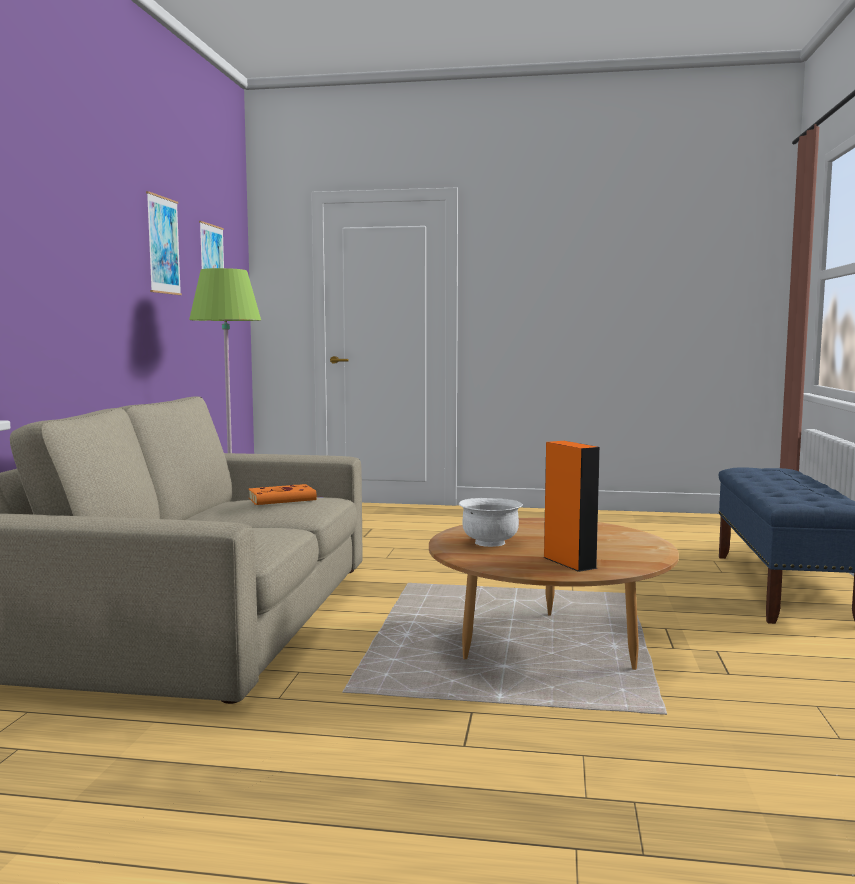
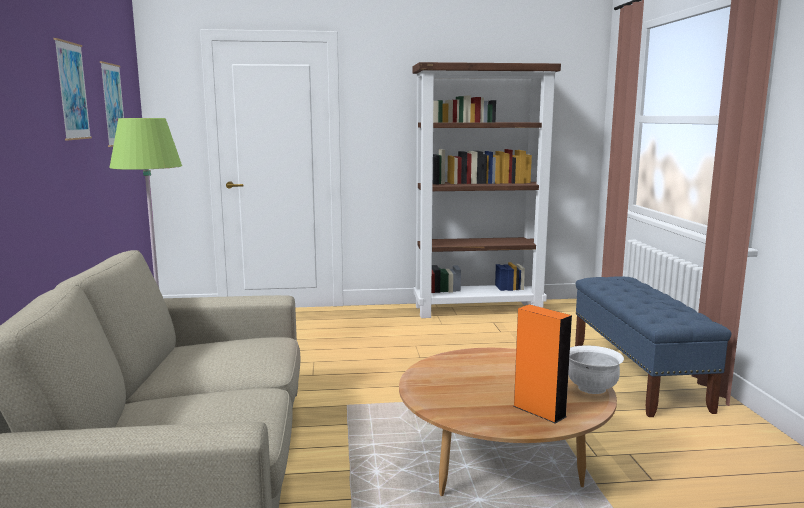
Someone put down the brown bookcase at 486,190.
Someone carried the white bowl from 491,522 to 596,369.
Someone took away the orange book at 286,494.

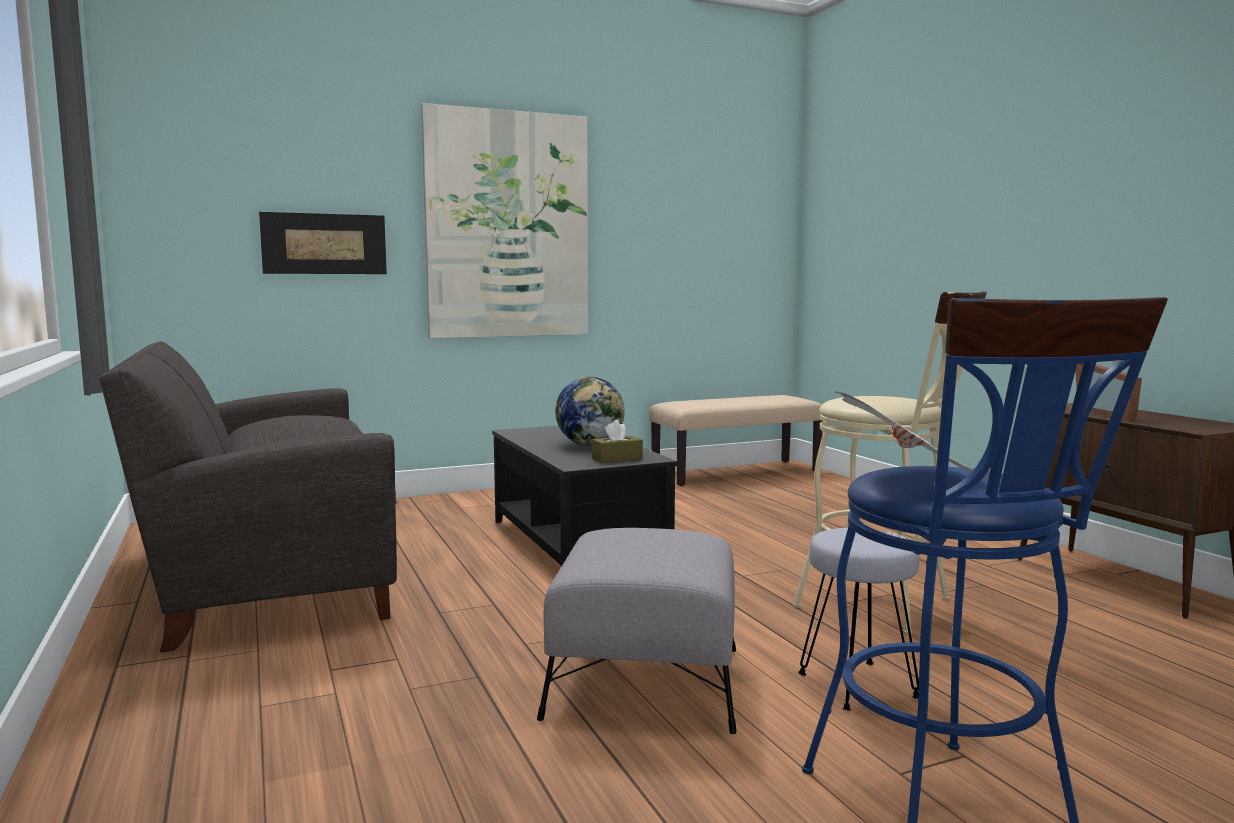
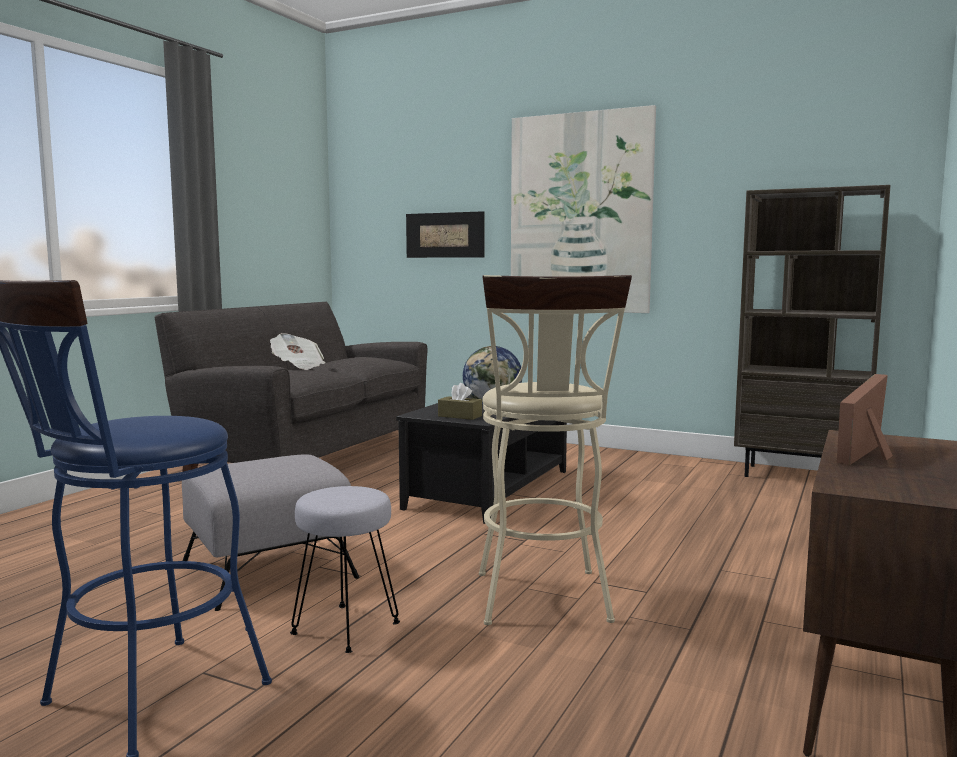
Someone carried the newspaper from 912,435 to 298,351.
Someone swapped the beige bench at 735,440 for the brown bookcase at 812,331.

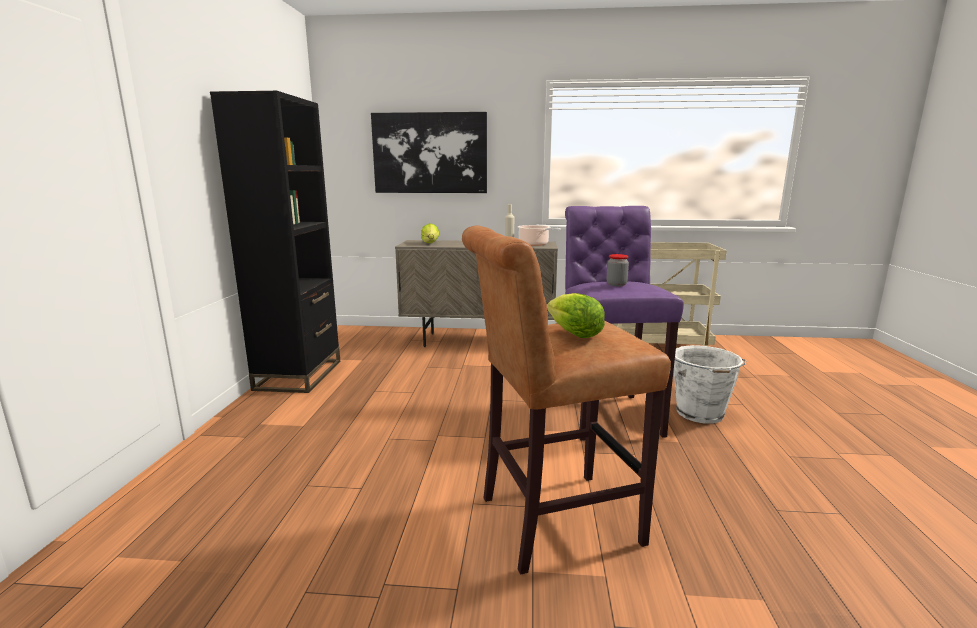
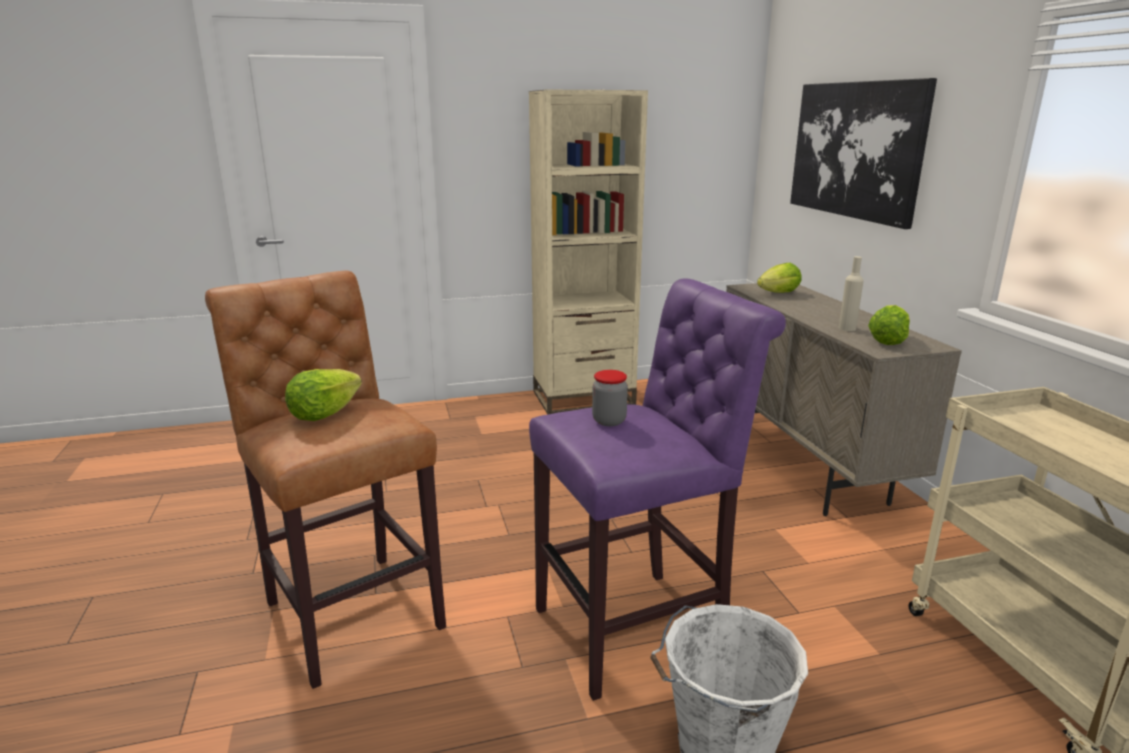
Someone repainted the black bookcase at 275,242, which became the beige bookcase at 588,252.
Someone swapped the cooking pot at 539,235 for the lettuce at 889,325.

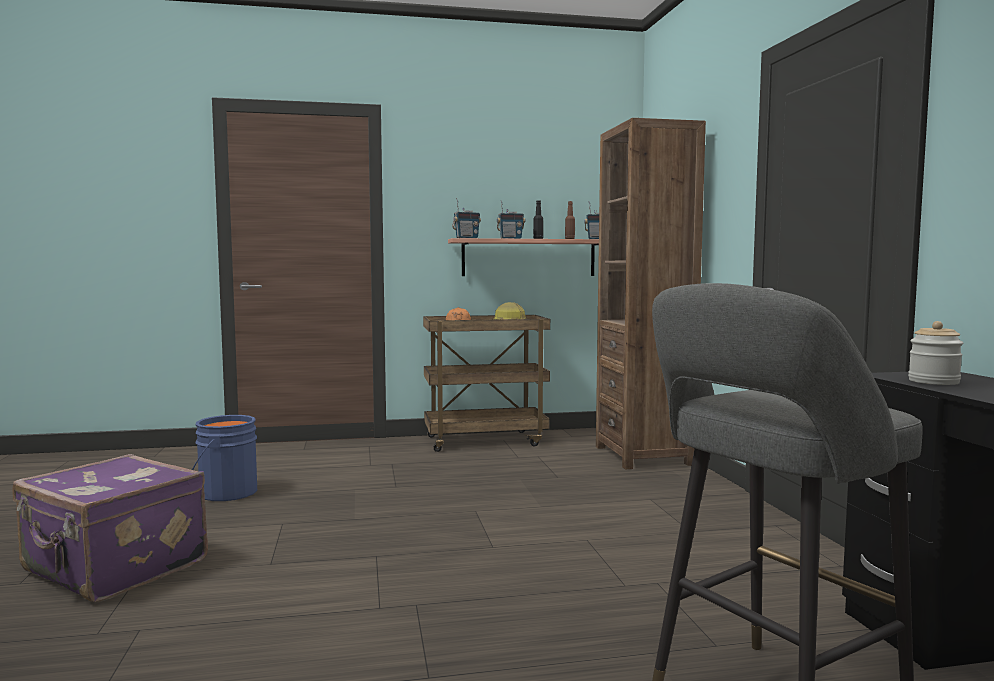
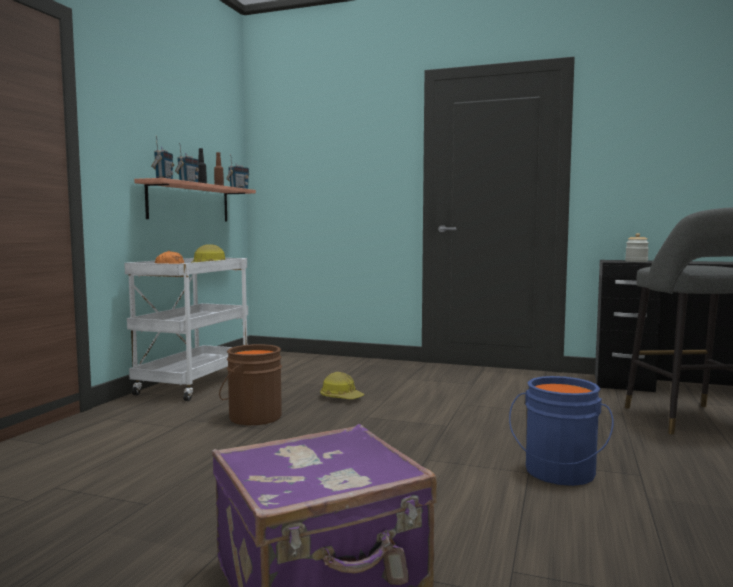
Someone repainted the brown cart at 486,383, which became the white cart at 186,329.
Someone put down the brown bucket at 250,384.
Someone put down the hard hat at 342,385.
Someone carried the blue bucket from 224,458 to 561,431.
Someone took away the brown bookcase at 651,293.

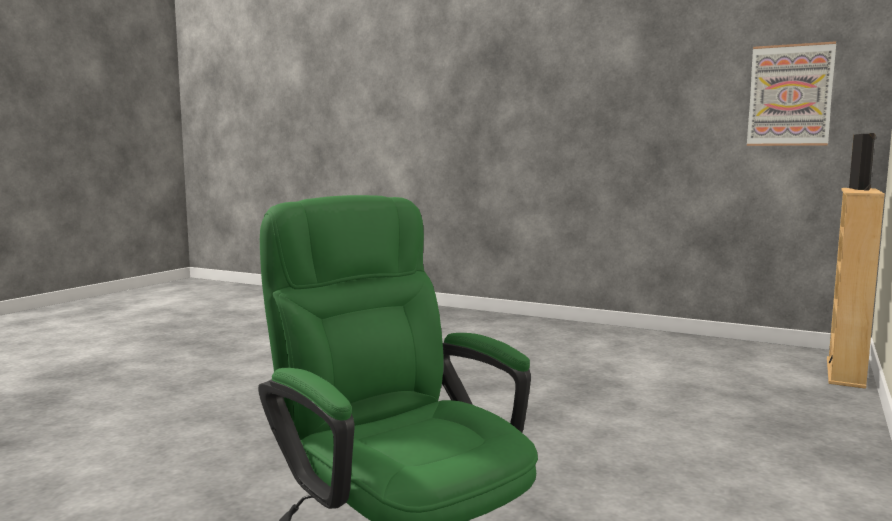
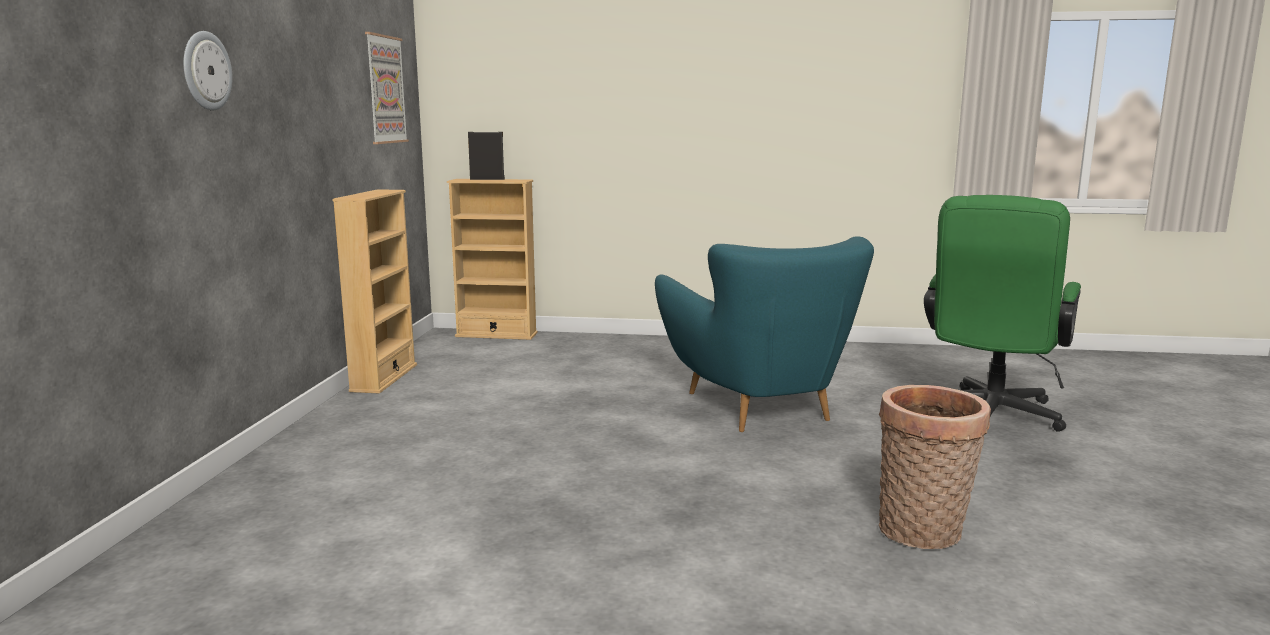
Someone put up the wall clock at 208,70.
Someone put down the beige bookcase at 374,291.
Someone put down the turquoise armchair at 764,334.
Someone put down the basket at 935,467.

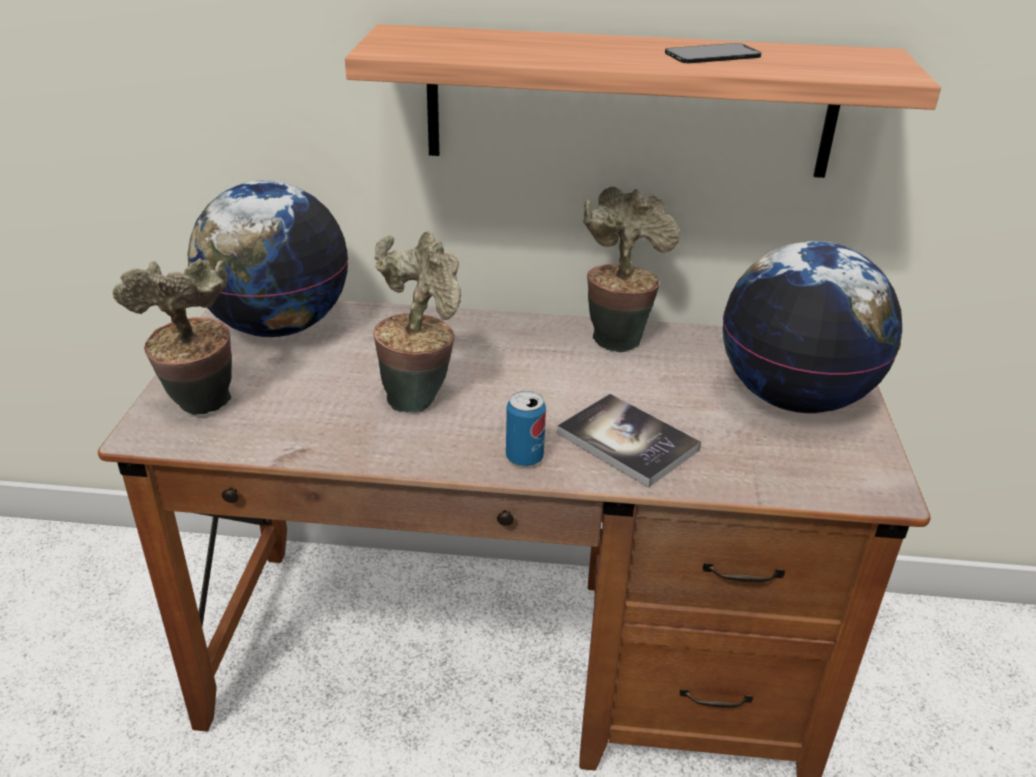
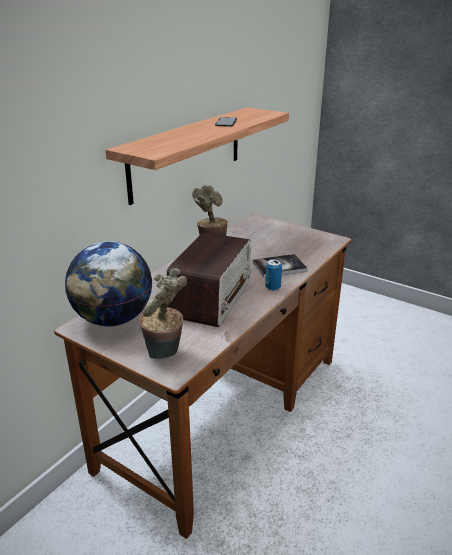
Someone swapped the potted plant at 417,322 for the radio at 209,279.
Someone took away the globe at 812,327.

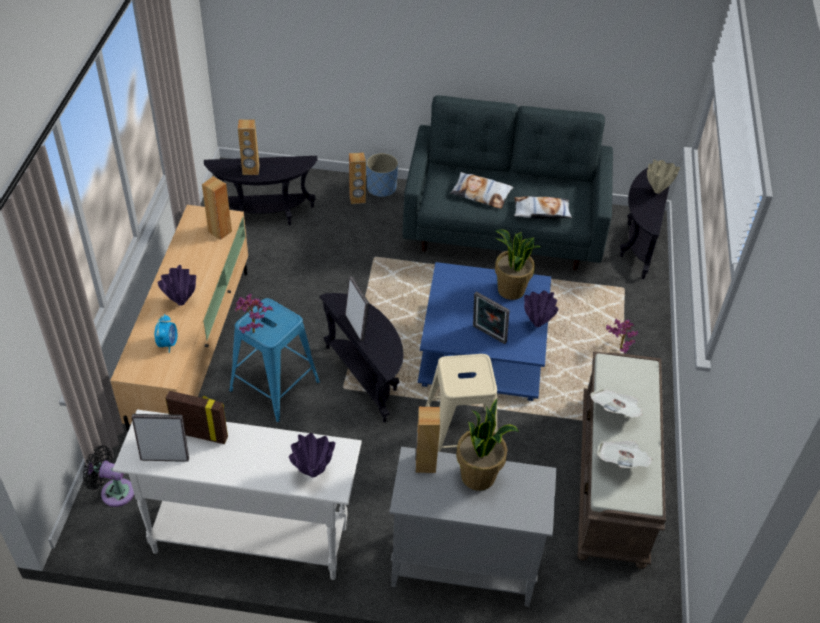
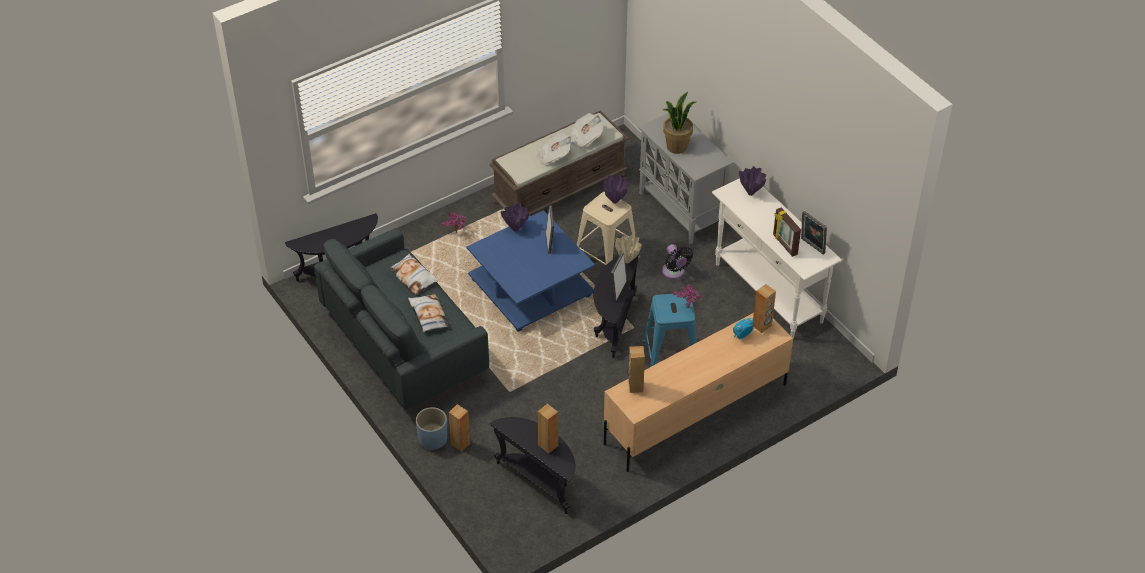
Someone carried the purple vase from 176,285 to 616,189.
Someone carried the beige vase from 663,177 to 628,249.
Someone carried the black fan from 108,476 to 677,261.
Someone carried the brown speaker from 427,440 to 764,308.
Someone took away the potted plant at 518,265.

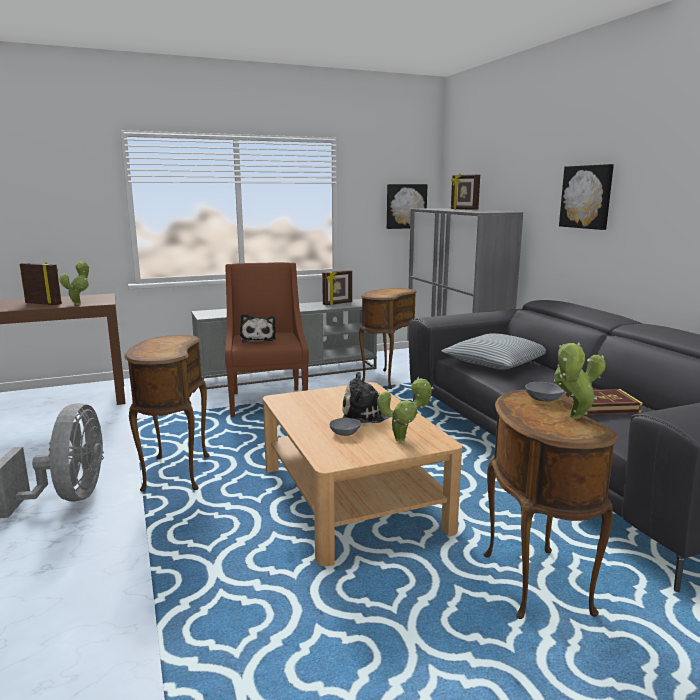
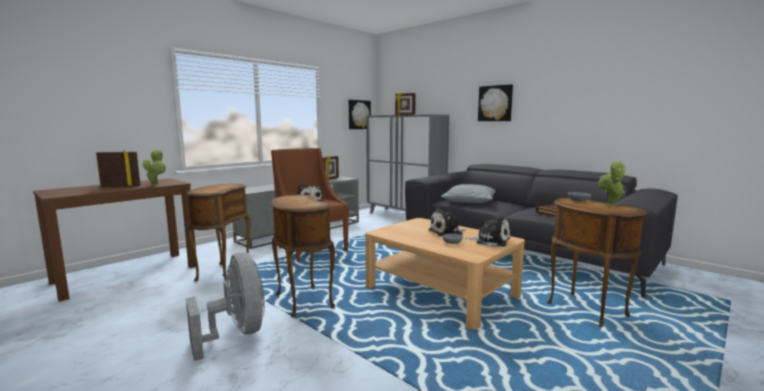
Someone carried the brown side table from 388,338 to 218,233.
Someone swapped the potted plant at 405,409 for the plush toy at 488,231.

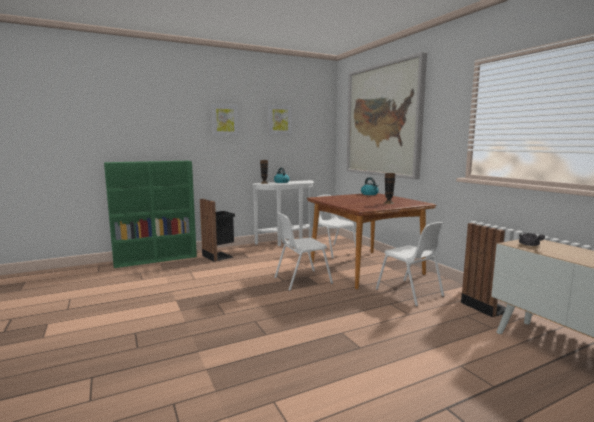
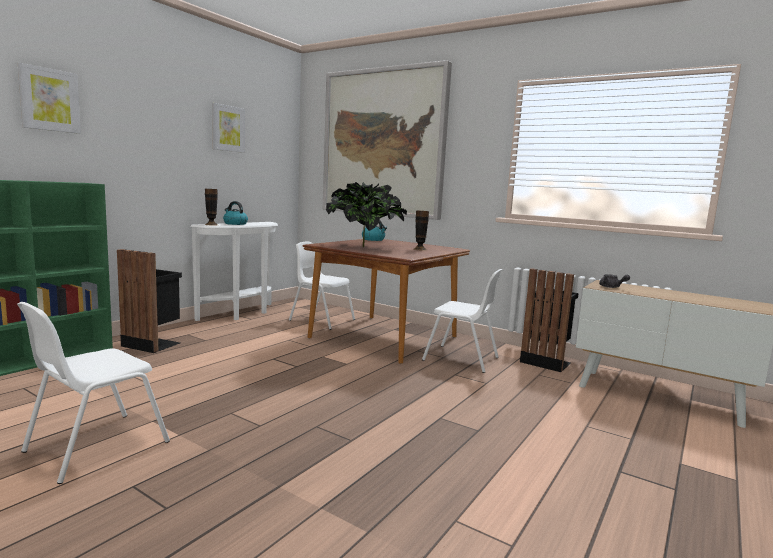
Someone carried the white chair from 303,252 to 93,393.
Someone carried the picture from 225,120 to 49,98.
Someone put down the potted plant at 366,214.

